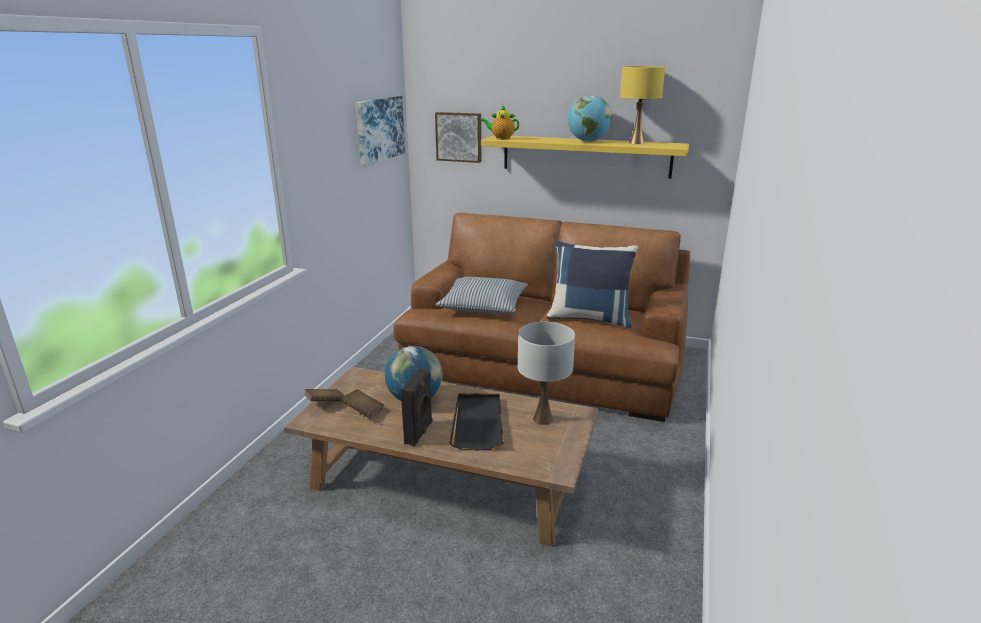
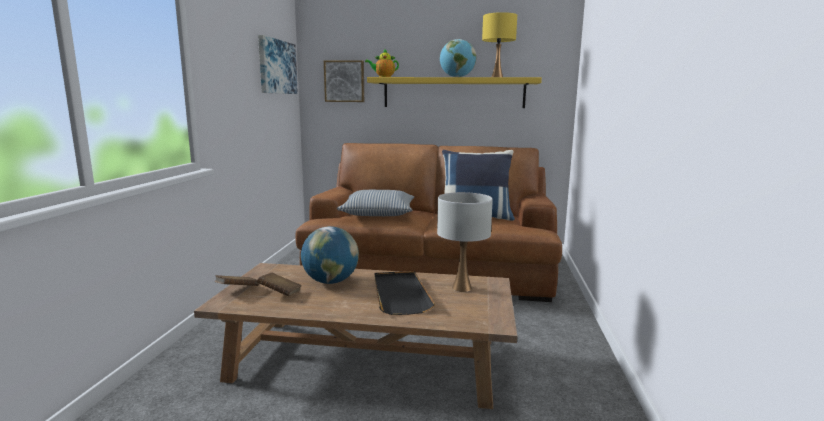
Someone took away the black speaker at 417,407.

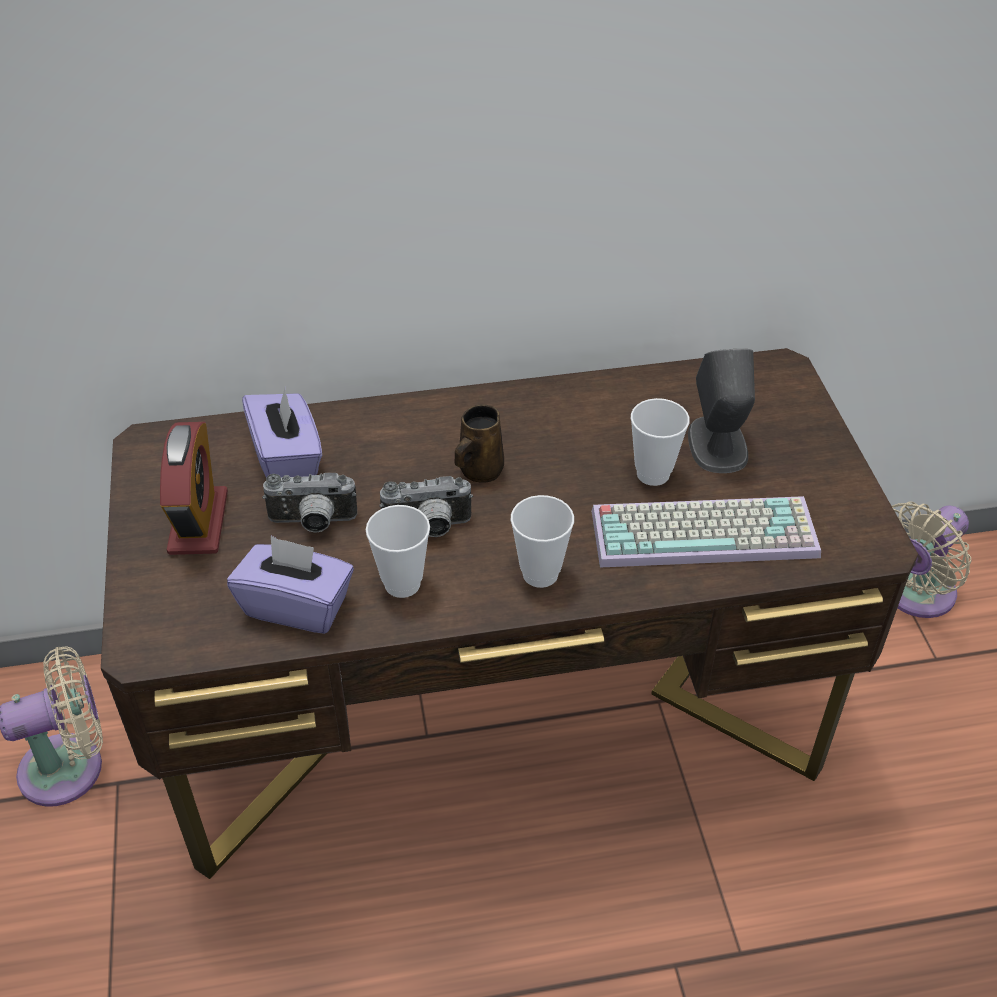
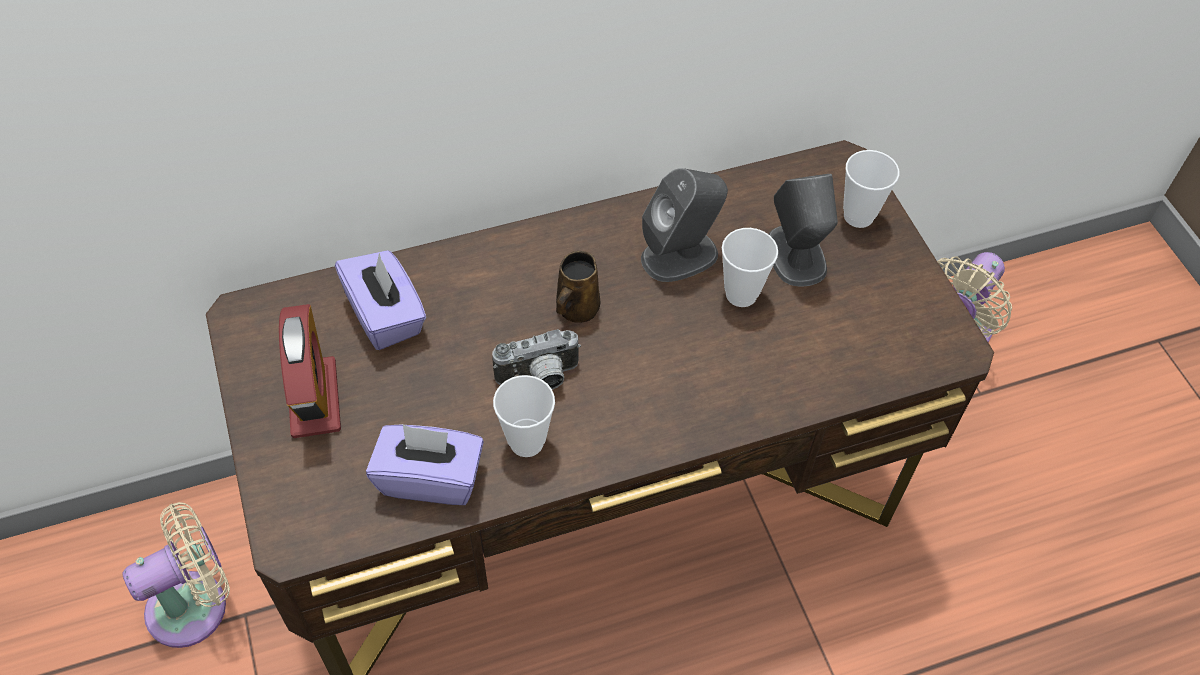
Someone put down the grey speaker at 684,225.
Someone carried the cup from 542,541 to 871,189.
Someone took away the photo camera at 309,503.
Someone took away the keyboard at 706,532.

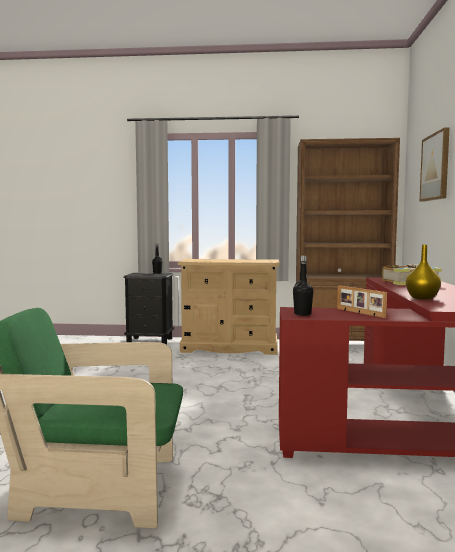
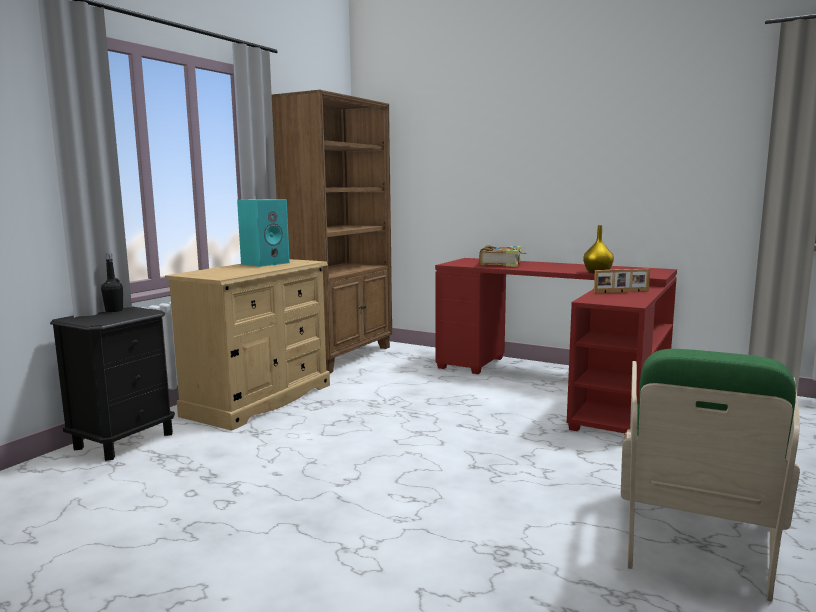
Someone put down the turquoise speaker at 263,233.
Someone took away the black bottle at 303,286.
Someone took away the picture at 434,164.

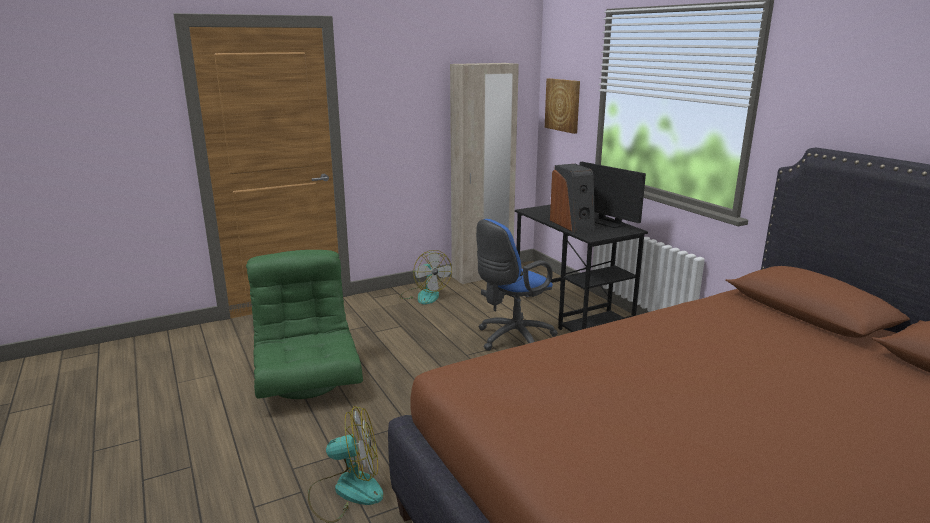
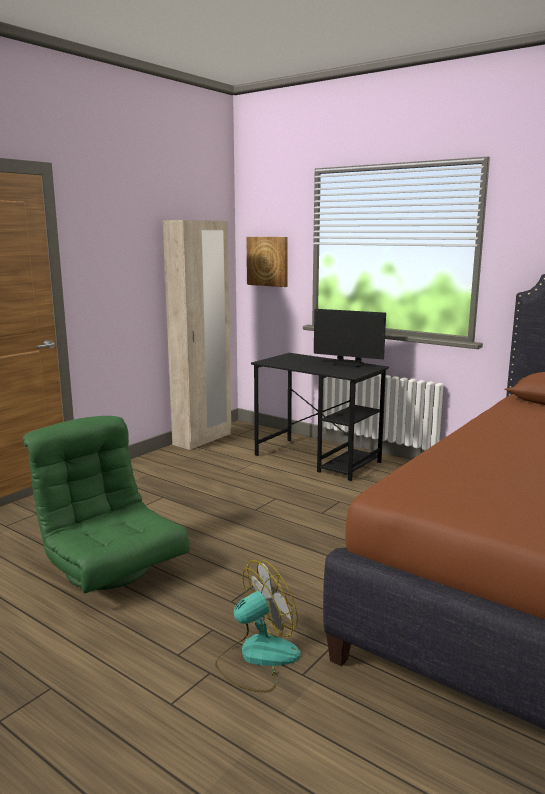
Someone took away the fan at 426,277.
Someone took away the blue office chair at 517,285.
Someone took away the speaker at 572,198.

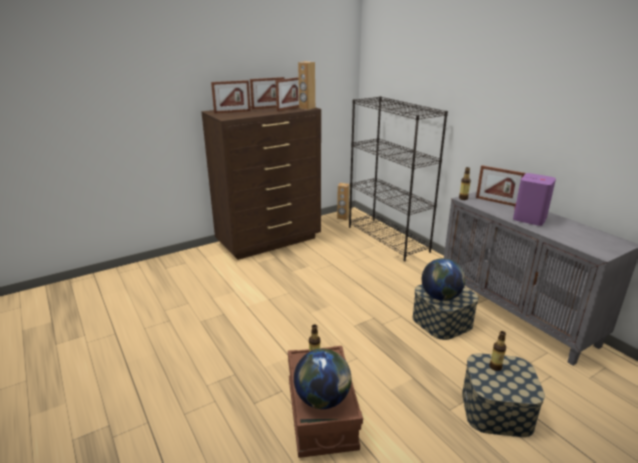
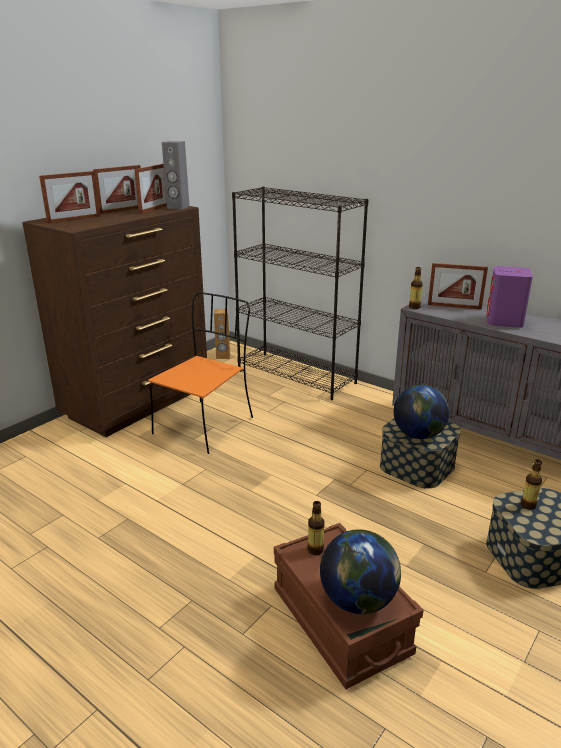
Someone put down the orange chair at 200,373.
Someone repainted the brown speaker at 306,85, which became the grey speaker at 176,175.

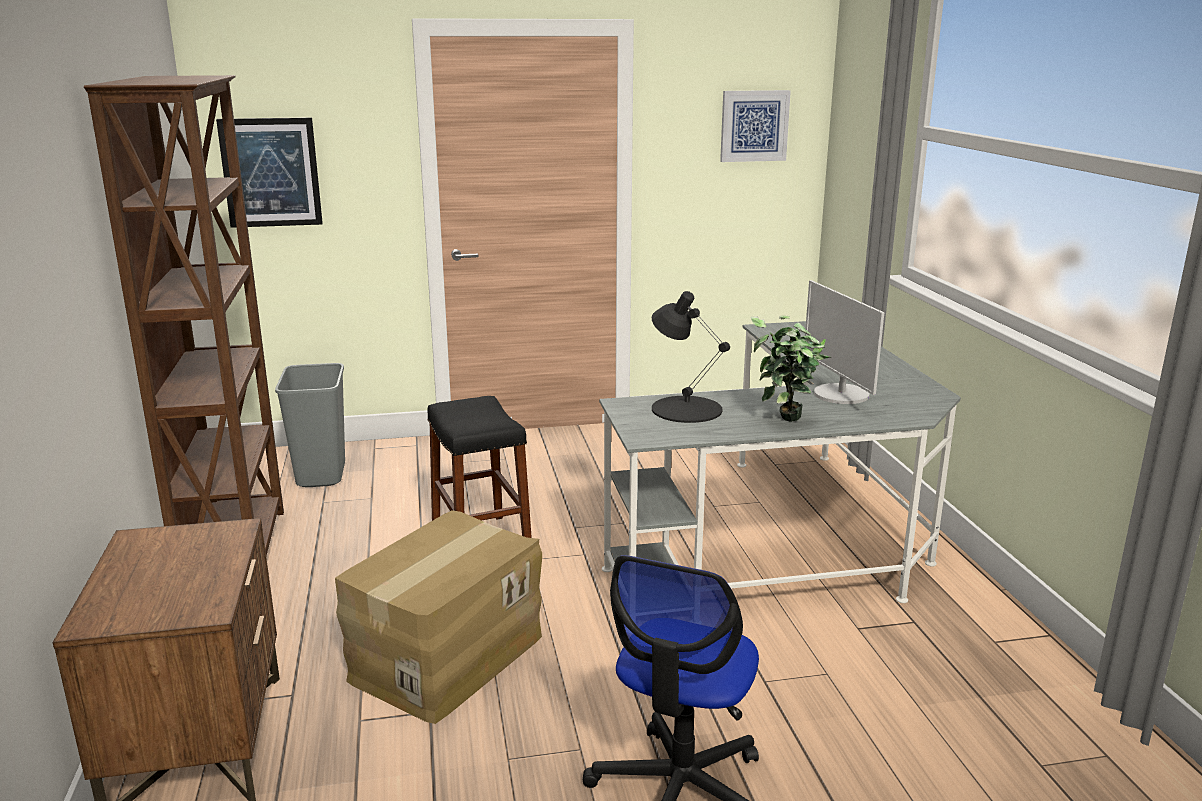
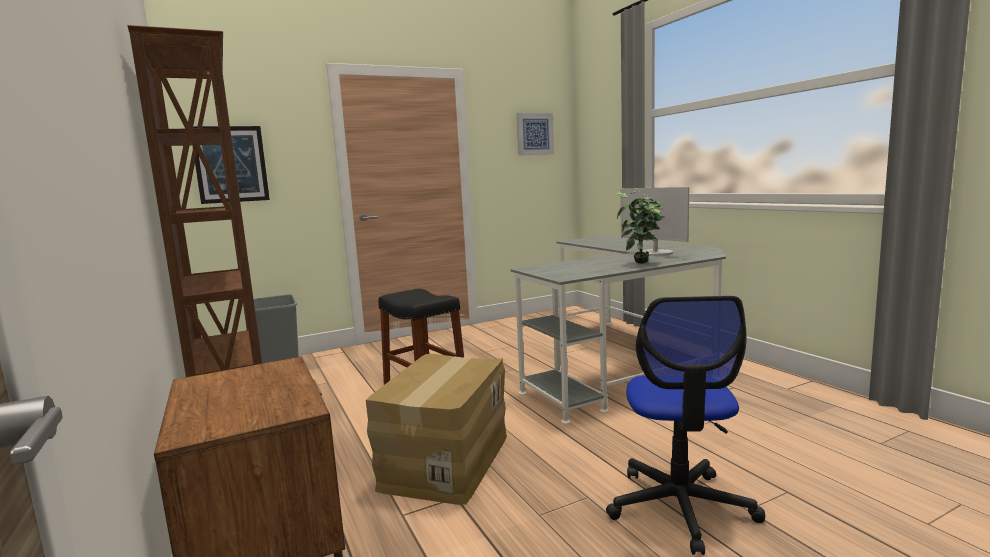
Someone took away the black table lamp at 691,357.

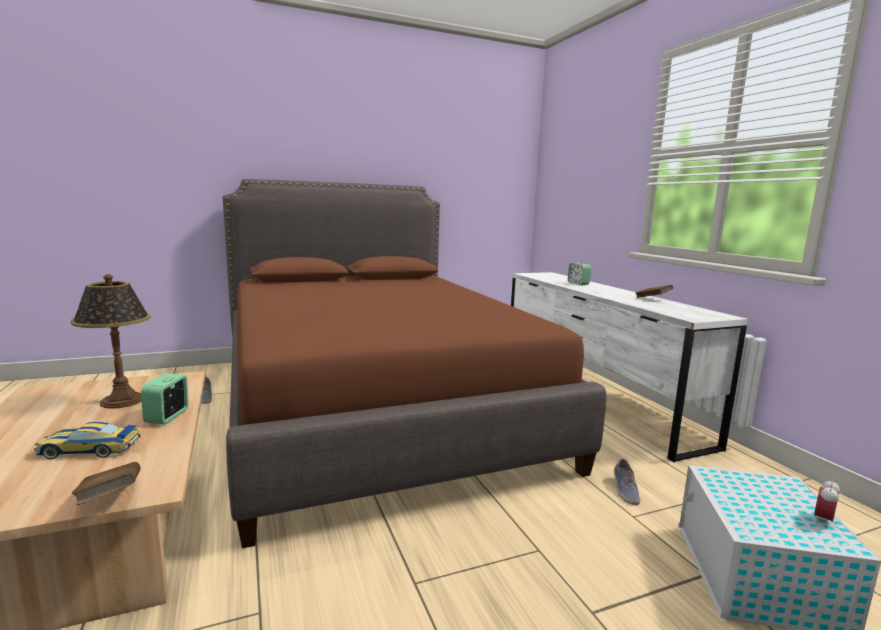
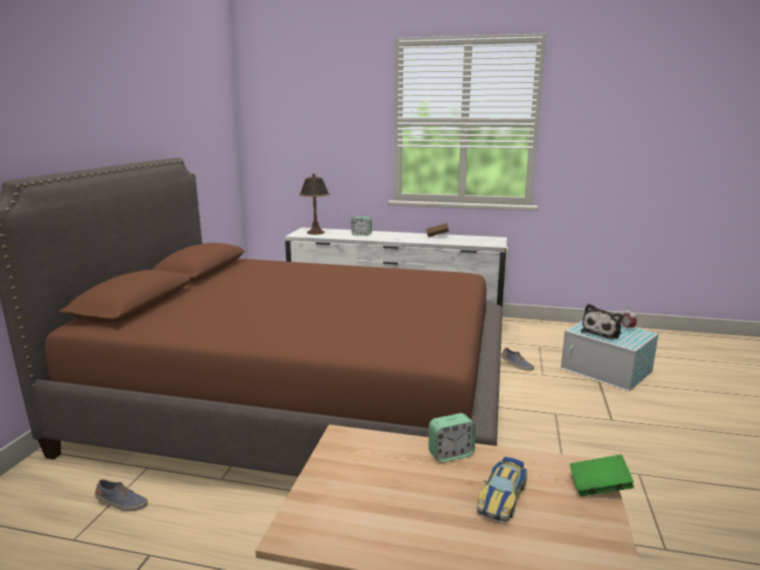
Someone carried the table lamp from 111,341 to 314,204.
Someone rotated the alarm clock at 165,398 by 60 degrees counterclockwise.
Someone repainted the brown book at 106,483, which became the green book at 602,475.
Someone put down the plush toy at 601,321.

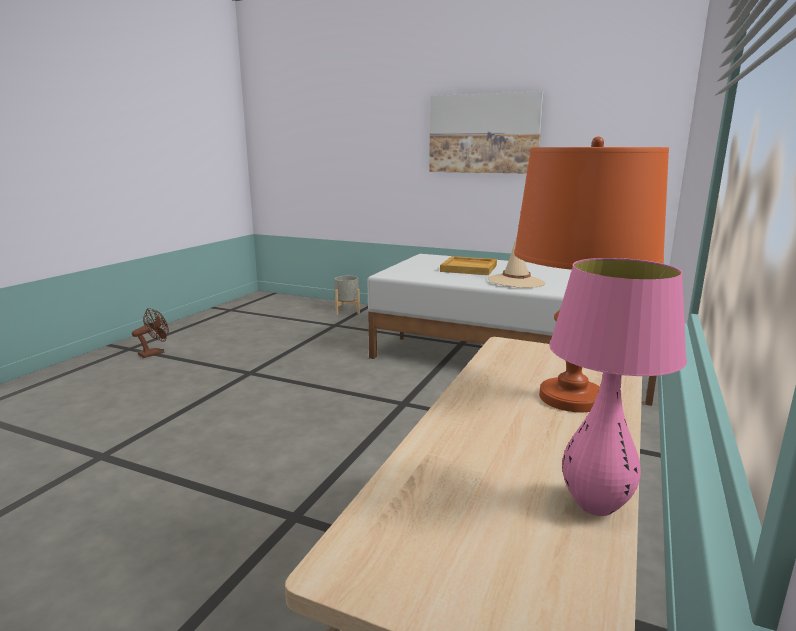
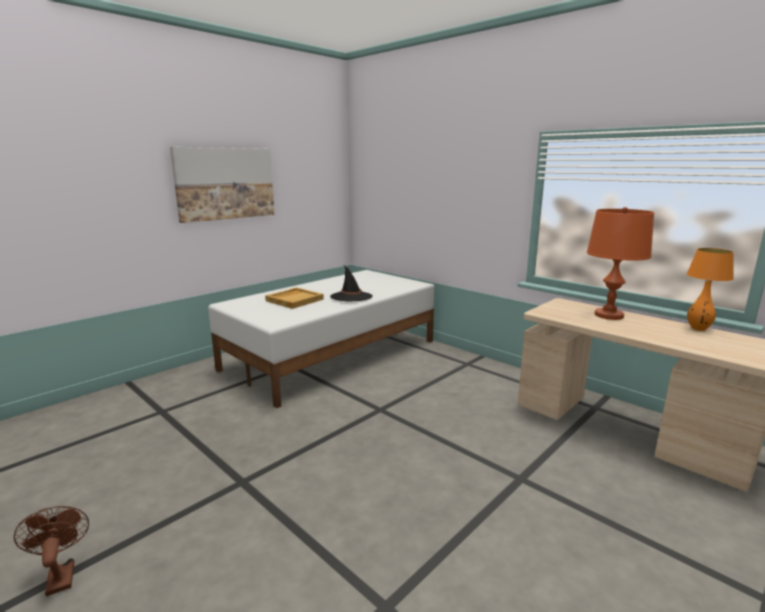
Someone repainted the beige hat at 516,264, which became the black hat at 351,283.
Someone repainted the pink table lamp at 618,387, which became the orange table lamp at 710,289.
Someone took away the grey planter at 347,295.

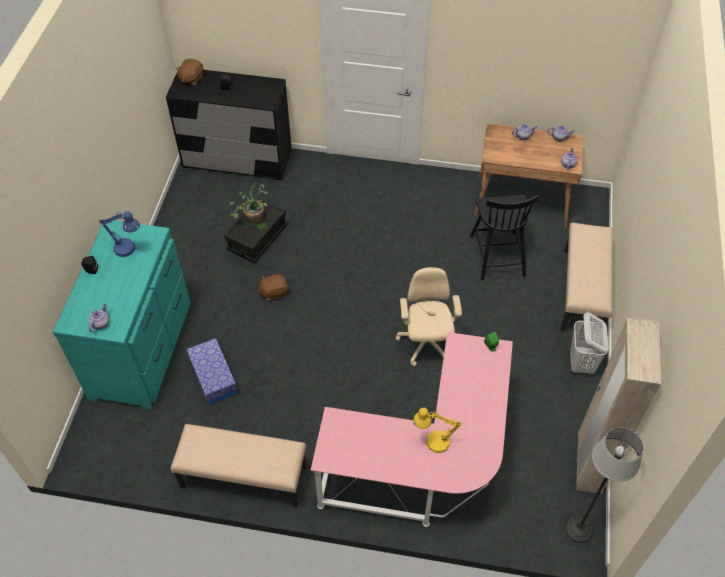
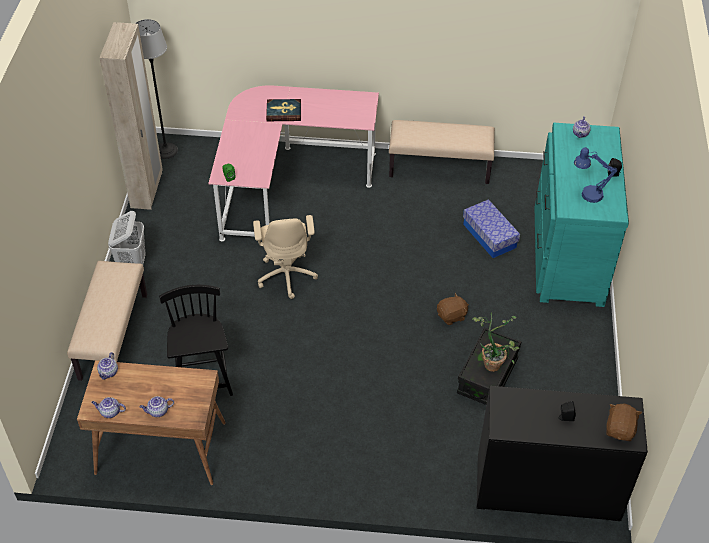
Someone swapped the yellow table lamp at 437,430 for the book at 283,110.

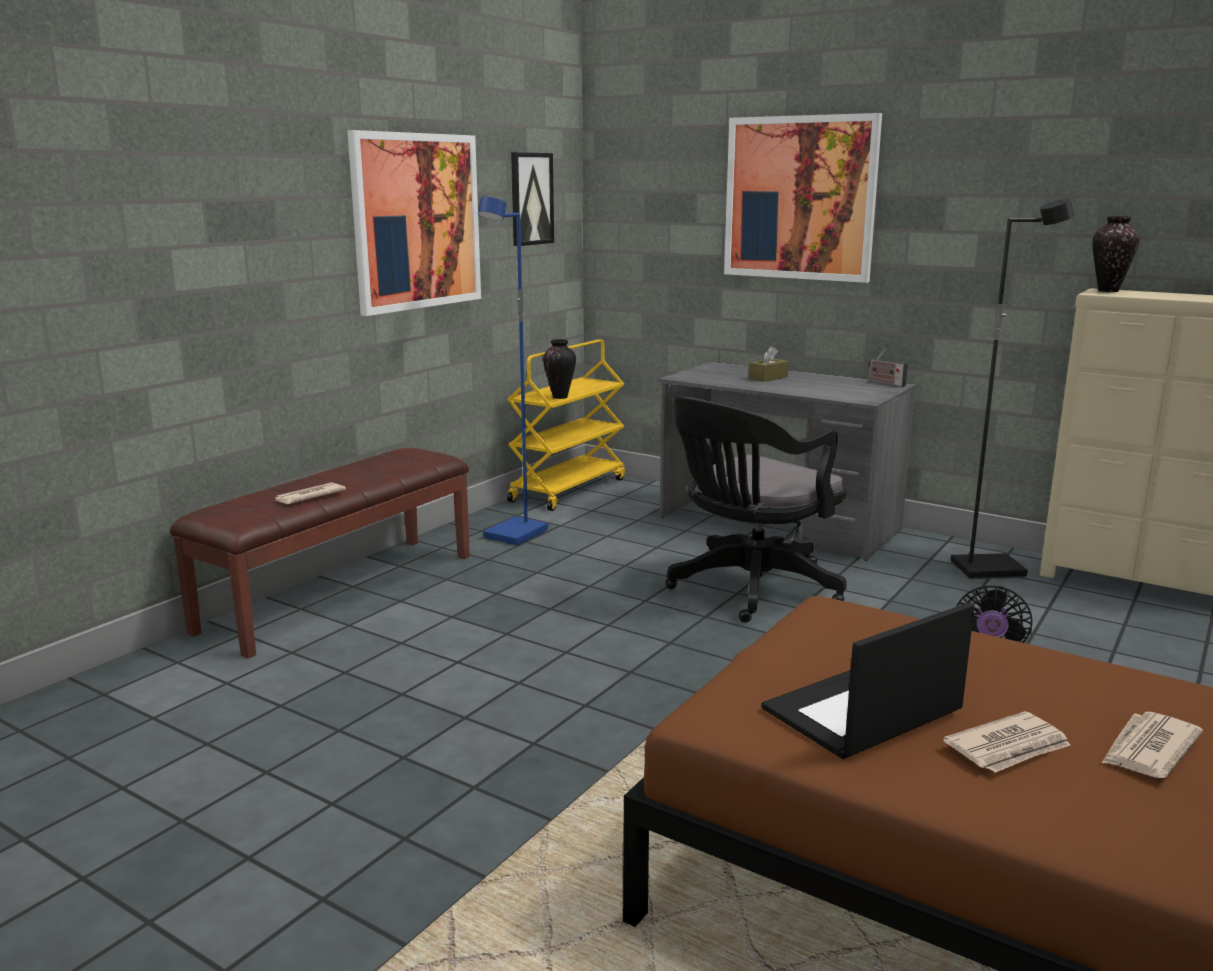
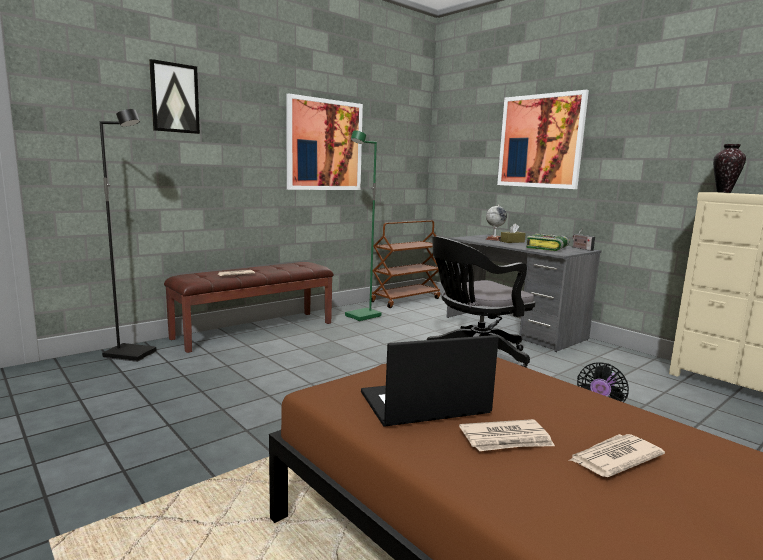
Someone carried the black floor lamp from 1012,388 to 128,235.
Someone carried the picture from 532,199 to 174,96.
Someone repainted the blue floor lamp at 513,371, which became the green floor lamp at 363,225.
Someone repainted the yellow cart at 566,425, which became the brown cart at 406,264.
Someone put down the globe at 496,223.
Someone put down the book at 547,242.
Someone took away the vase at 559,369.

